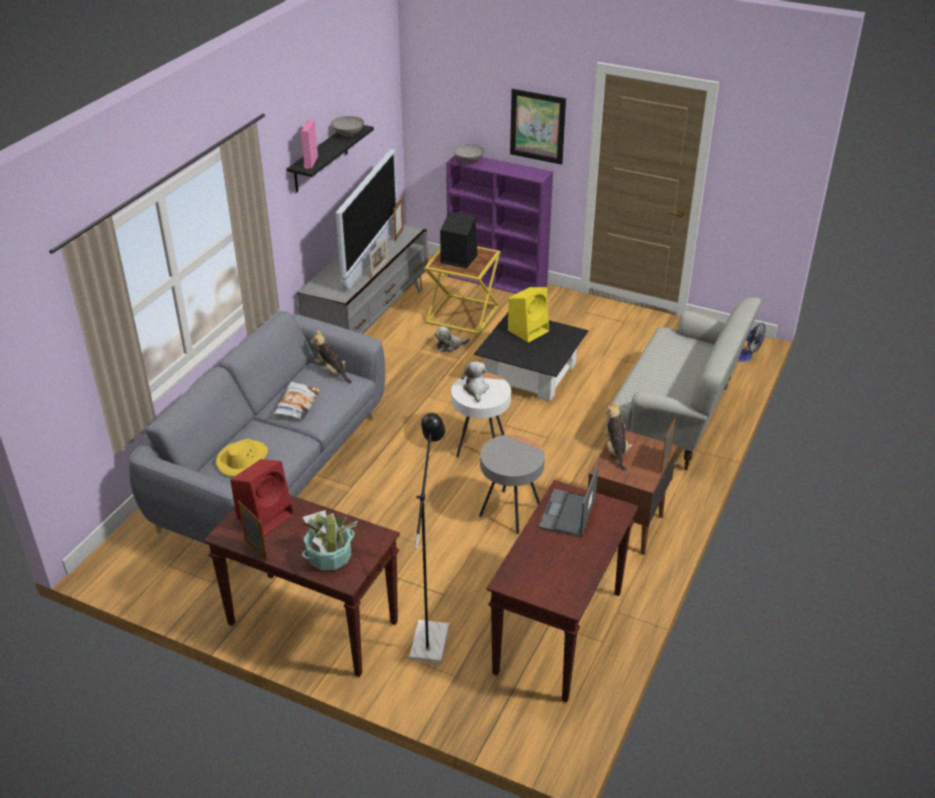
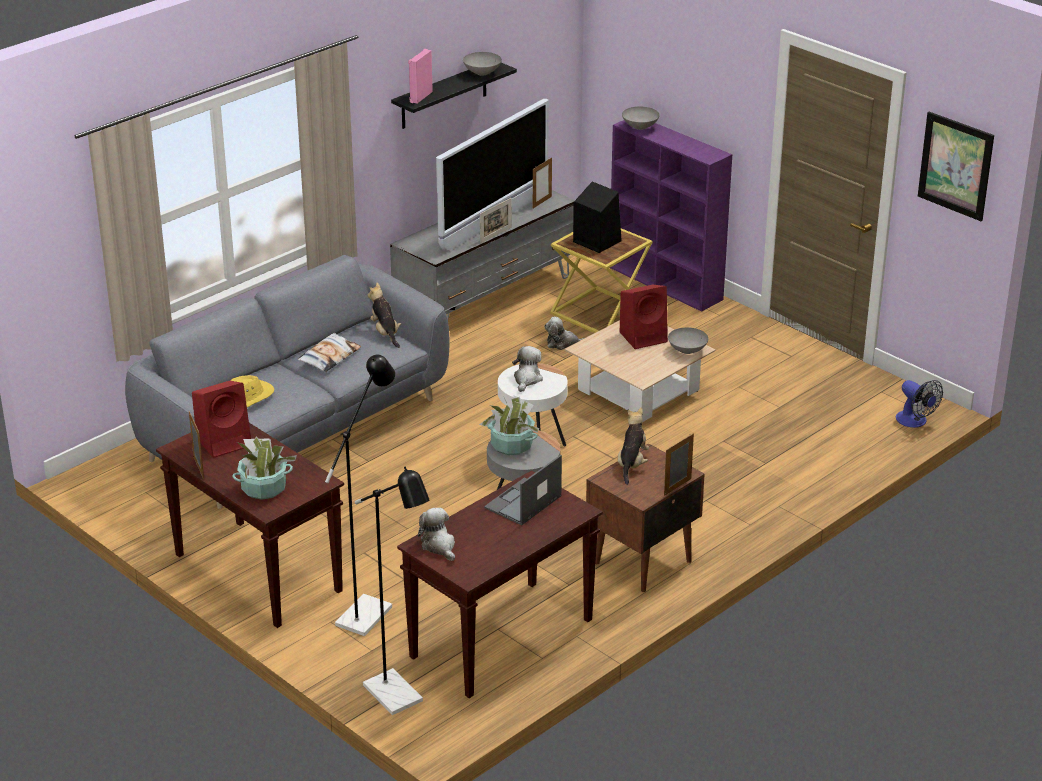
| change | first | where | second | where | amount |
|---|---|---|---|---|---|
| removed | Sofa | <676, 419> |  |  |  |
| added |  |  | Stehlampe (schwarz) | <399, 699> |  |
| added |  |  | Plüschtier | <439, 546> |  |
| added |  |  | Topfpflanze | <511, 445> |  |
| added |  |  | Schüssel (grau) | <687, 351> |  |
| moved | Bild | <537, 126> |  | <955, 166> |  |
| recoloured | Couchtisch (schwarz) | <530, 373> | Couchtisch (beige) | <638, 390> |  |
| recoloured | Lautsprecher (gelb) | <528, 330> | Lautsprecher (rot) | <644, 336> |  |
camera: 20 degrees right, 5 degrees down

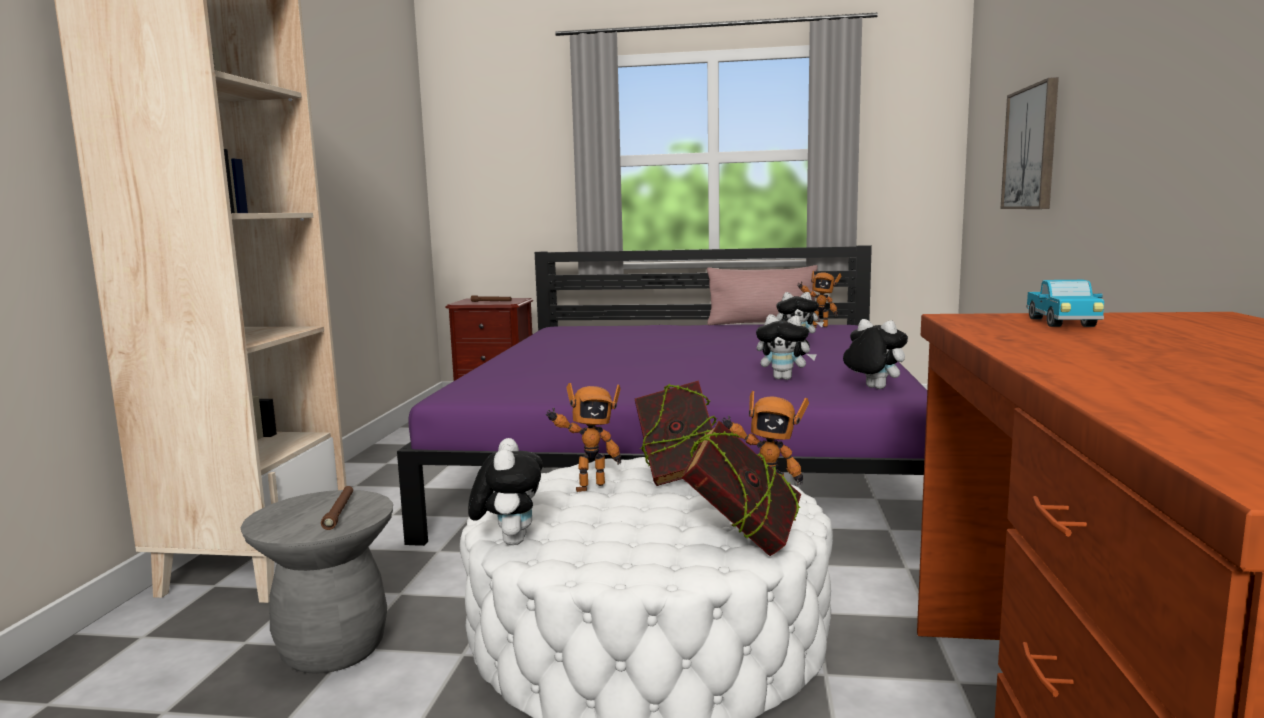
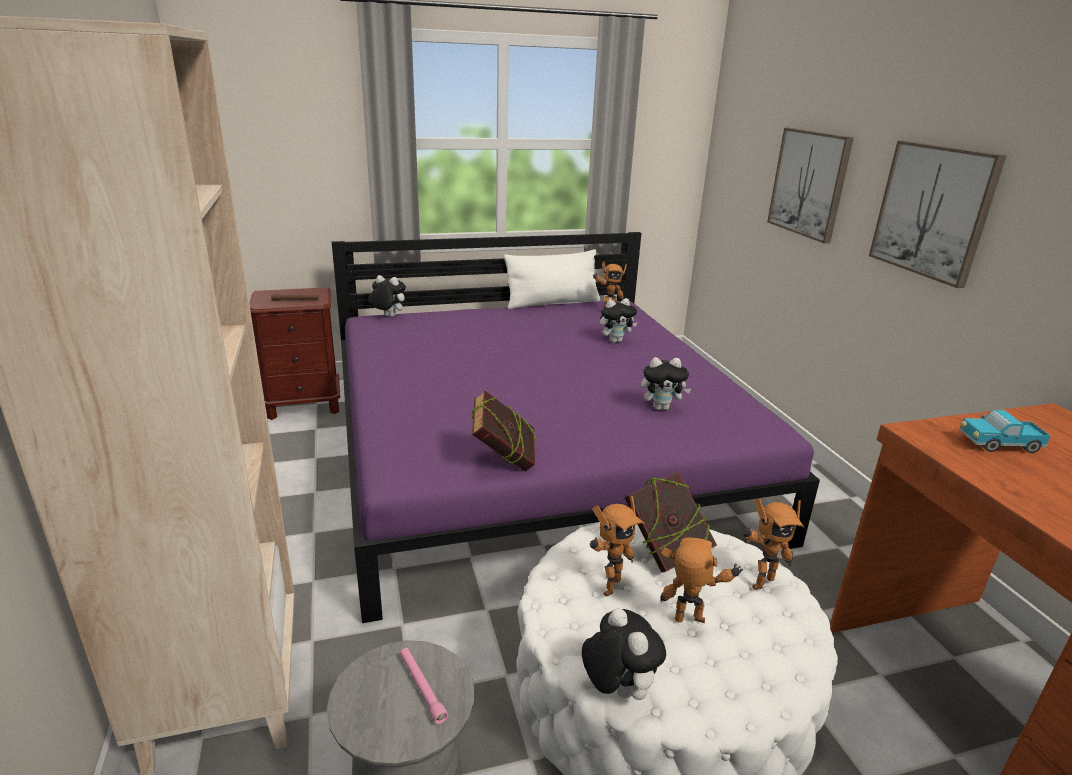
| change | first | where | second | where | amount |
|---|---|---|---|---|---|
| added |  |  | Spielzeugroboter | <691, 624> |  |
| added |  |  | Bild | <933, 211> |  |
| moved | Buch | <743, 540> |  | <503, 461> |  |
| moved | Plüschtier | <872, 388> |  | <387, 316> |  |
| recoloured | Taschenlampe (braun) | <339, 512> | Taschenlampe (rosa) | <422, 687> |  |
| recoloured | Kissen (rosa) | <762, 323> | Kissen (weiß) | <552, 303> |  |
| turned | Spielzeuglaster | <1062, 323> |  | <998, 444> | 105 degrees clockwise |
camera: 25 degrees left, 15 degrees up

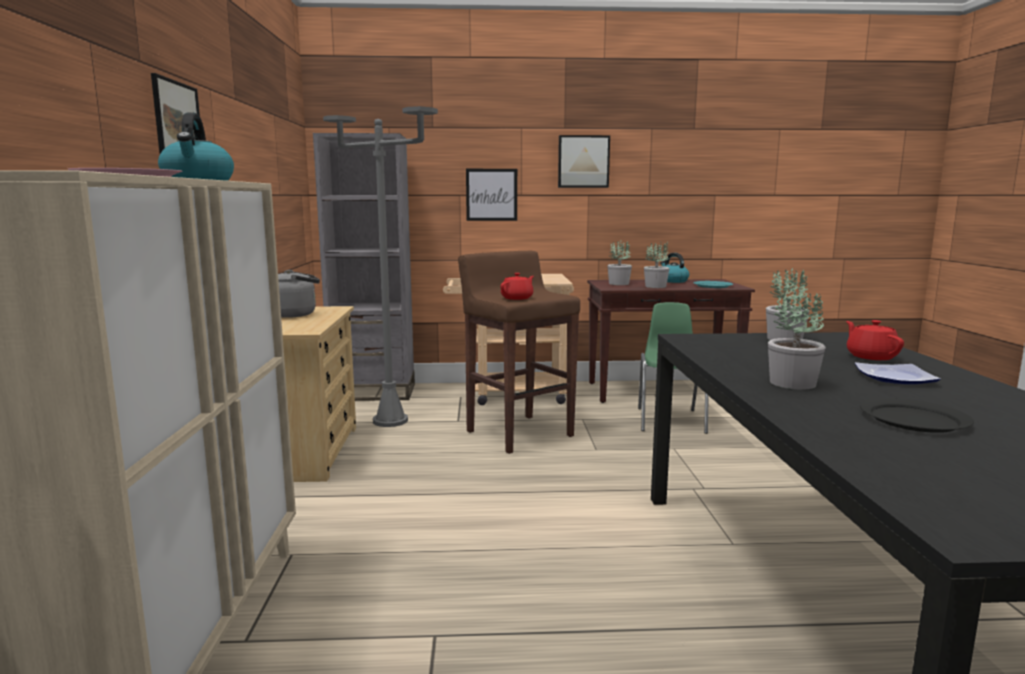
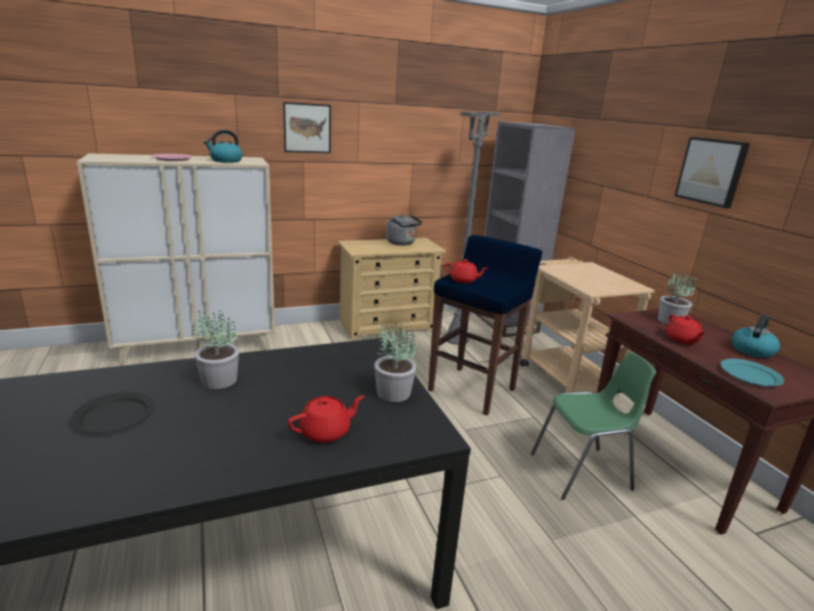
| change | first | where | second | where | amount |
|---|---|---|---|---|---|
| removed | Bild | <491, 194> |  |  |  |
| removed | Teller | <893, 377> |  |  |  |
| replaced | Topfpflanze | <656, 286> | Teekanne (rot) | <681, 340> |  |
| recoloured | Hocker (braun) | <518, 433> | Hocker (blau) | <472, 390> |  |
camera: 70 degrees right, 10 degrees up

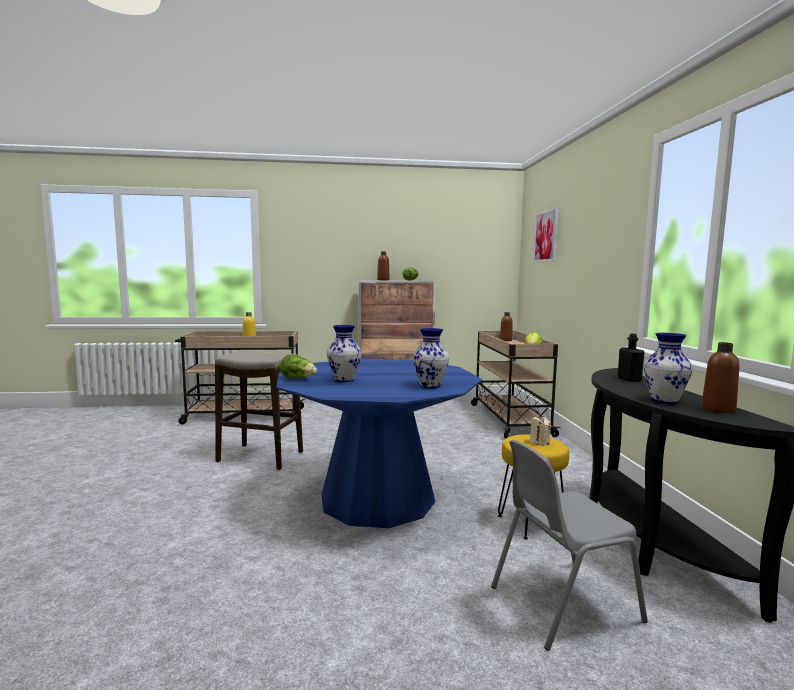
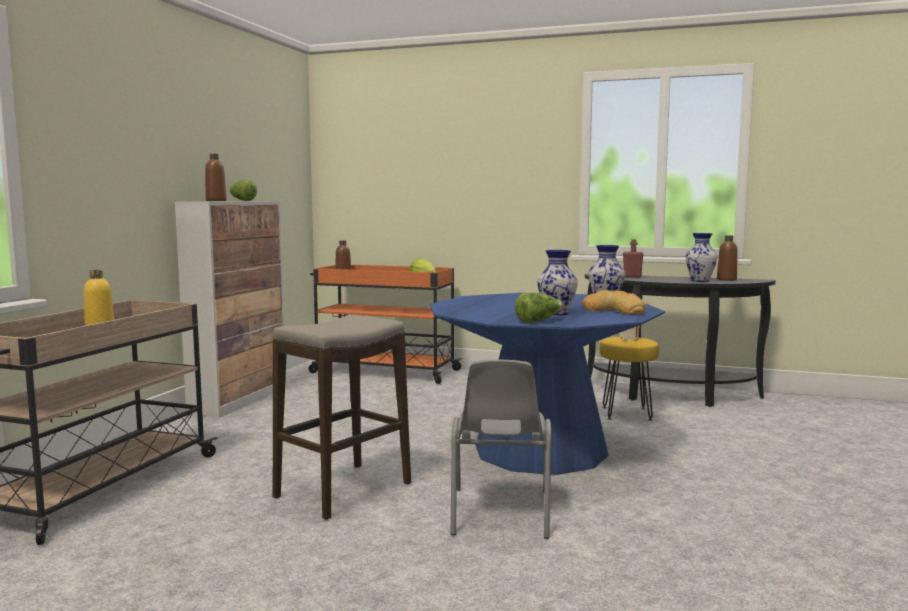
| change | first | where | second | where | amount |
|---|---|---|---|---|---|
| removed | Bild | <546, 236> |  |  |  |
| added |  |  | Brot | <614, 311> |  |
| moved | Stuhl (grau) | <561, 603> |  | <499, 513> |  |
| recoloured | Rollwagen (beige) | <509, 419> | Rollwagen (orange) | <383, 371> |  |
| recoloured | Flasche (schwarz) | <629, 379> | Flasche (rot) | <632, 277> |  |
camera: 65 degrees left, 0 degrees up

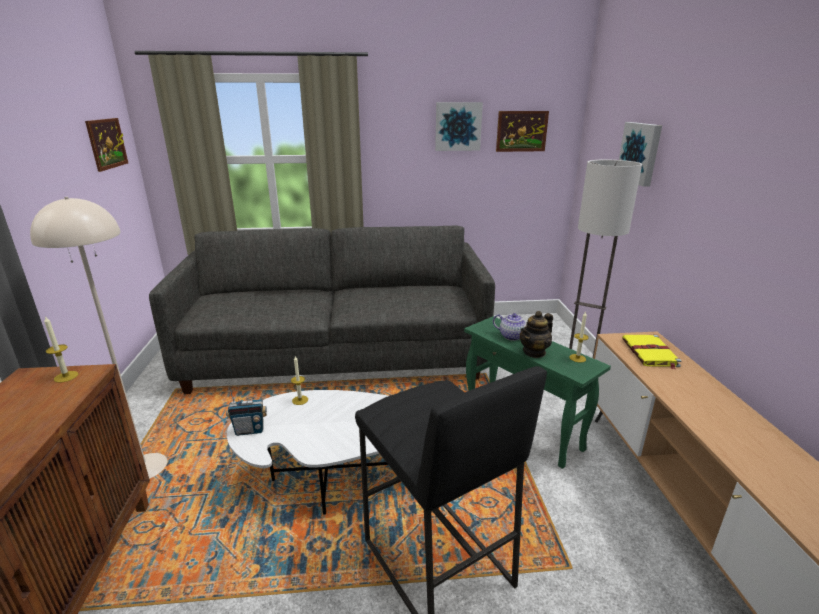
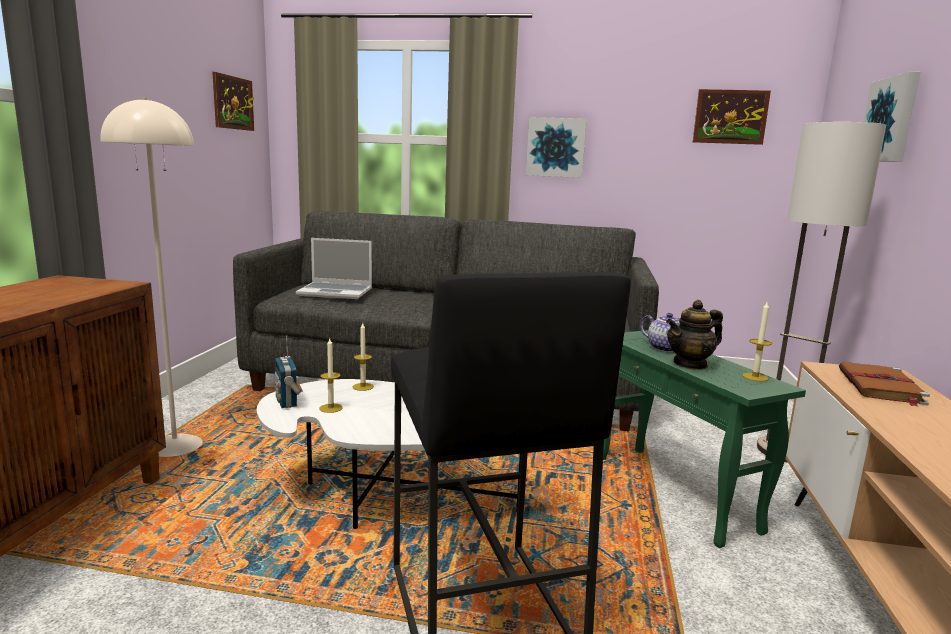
| change | first | where | second | where | amount |
|---|---|---|---|---|---|
| added |  |  | Laptop | <336, 292> |  |
| moved | Kerze | <66, 376> |  | <331, 408> |  |
| moved | Bild | <458, 126> |  | <556, 147> |  |
| recoloured | Buch (gelb) | <650, 353> | Buch (braun) | <880, 387> |  |
| turned | Radio | <250, 430> |  | <287, 402> | 60 degrees clockwise |
camera: 15 degrees right, 10 degrees down

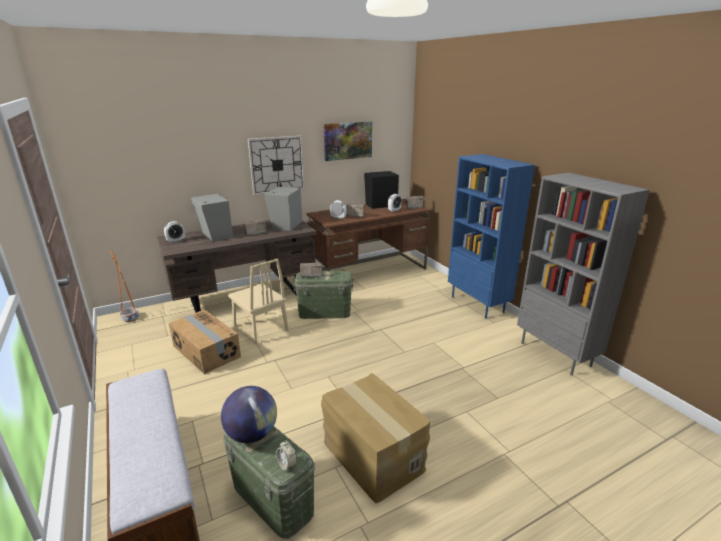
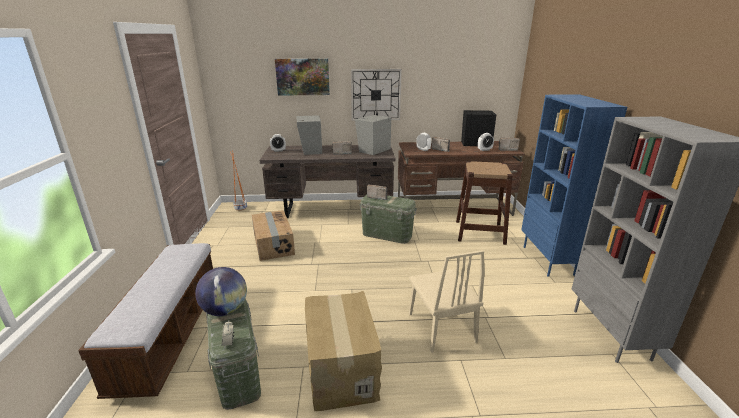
| change | first | where | second | where | amount |
|---|---|---|---|---|---|
| added |  |  | Hocker (braun) | <479, 232> |  |
| moved | Stuhl (beige) | <260, 328> |  | <441, 327> |  |
| moved | Bild | <347, 140> |  | <302, 77> |  |
camera: 25 degrees right, 0 degrees up

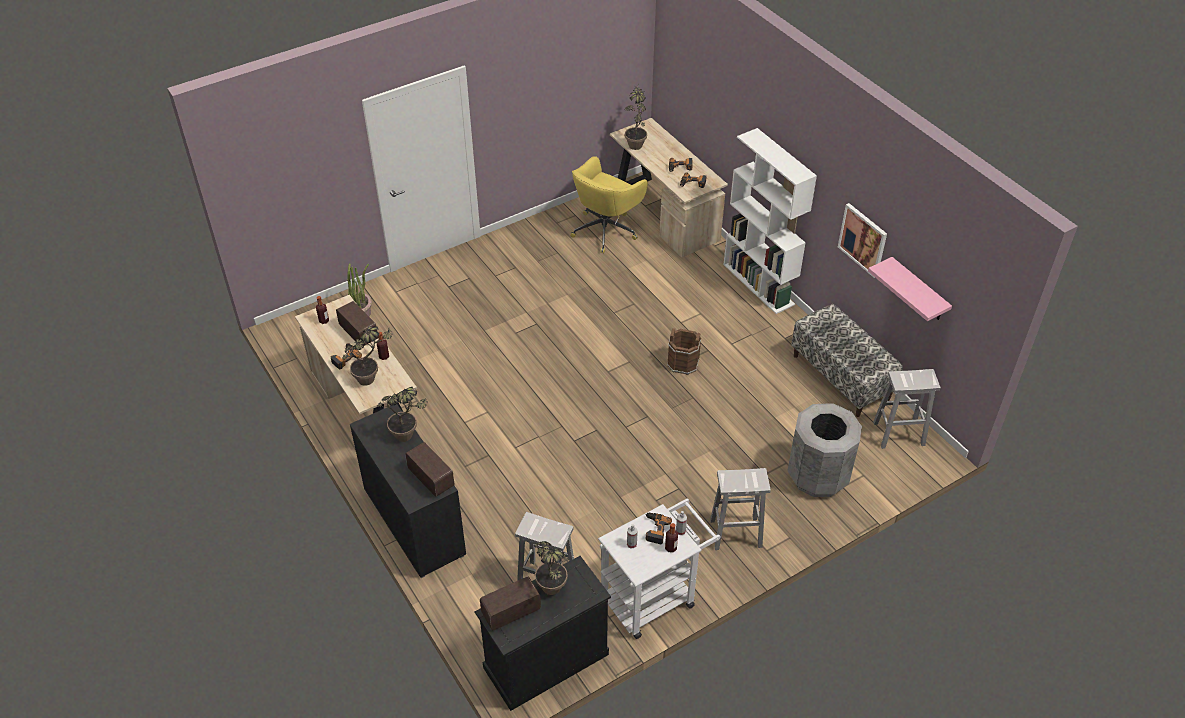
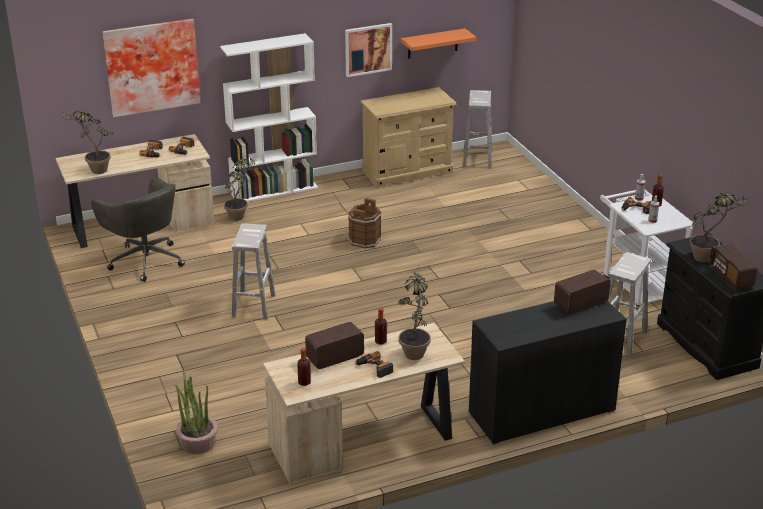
| change | first | where | second | where | amount |
|---|---|---|---|---|---|
| removed | Mülleimer (grau) | <817, 476> |  |  |  |
| added |  |  | Bild | <151, 66> |  |
| moved | Topfpflanze | <409, 438> |  | <240, 215> |  |
| moved | Hocker (weiß) | <734, 533> |  | <253, 306> |  |
| replaced | Bank | <841, 377> | Kommode (beige) | <407, 171> |  |
| recoloured | Bürostuhl (gelb) | <606, 230> | Bürostuhl (grau) | <145, 260> |  |
| recoloured | Wandregal (rosa) | <918, 290> | Wandregal (orange) | <432, 43> |  |
camera: 80 degrees left, 15 degrees down

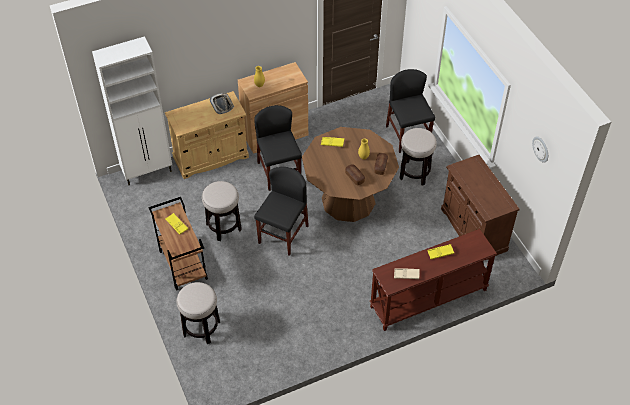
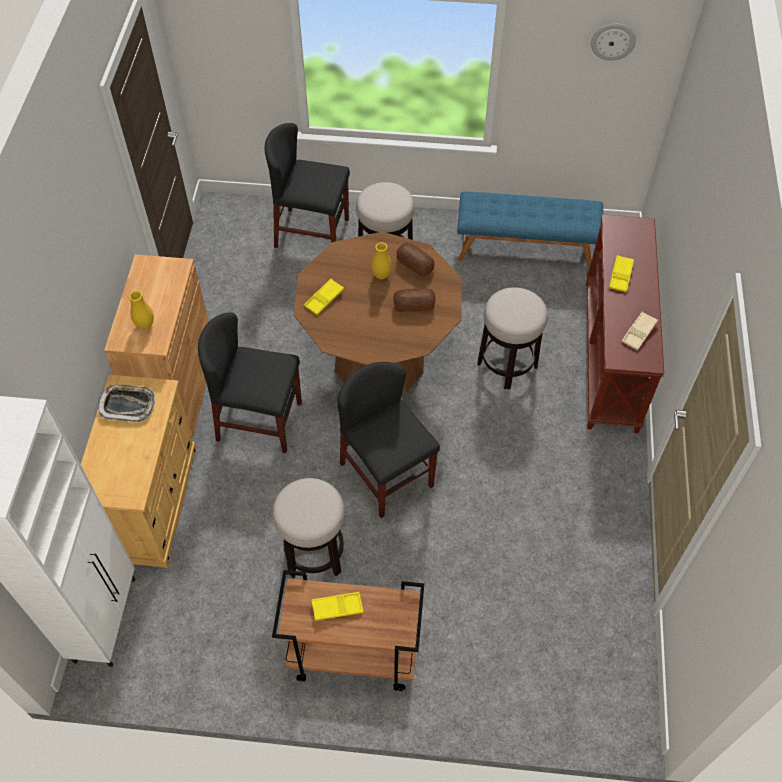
| change | first | where | second | where | amount |
|---|---|---|---|---|---|
| moved | Hocker | <201, 328> |  | <507, 364> |  |
| replaced | Schrank (braun) | <473, 229> | Bank (blau) | <525, 248> |  |
camera: 60 degrees left, 5 degrees up

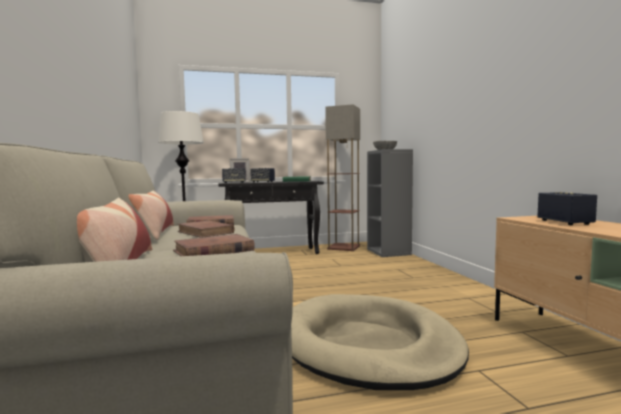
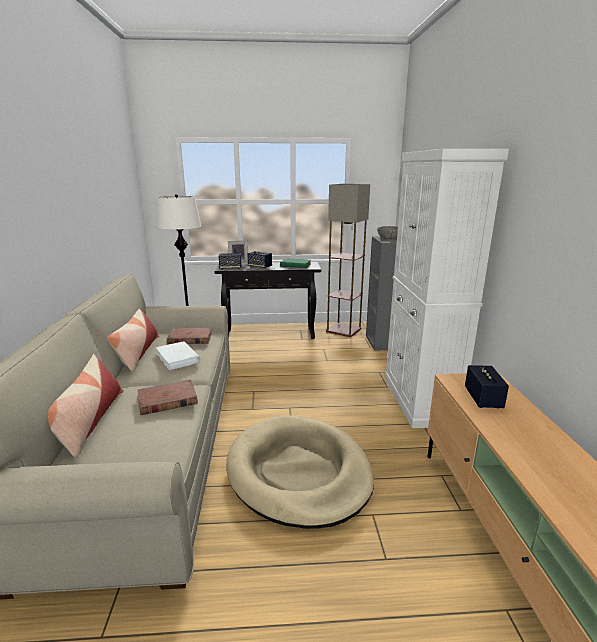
| change | first | where | second | where | amount |
|---|---|---|---|---|---|
| added |  |  | Schrank (weiß) | <419, 399> |  |
| recoloured | Buch (braun) | <205, 232> | Buch (weiß) | <177, 358> |  |
camera: 10 degrees right, 15 degrees up

